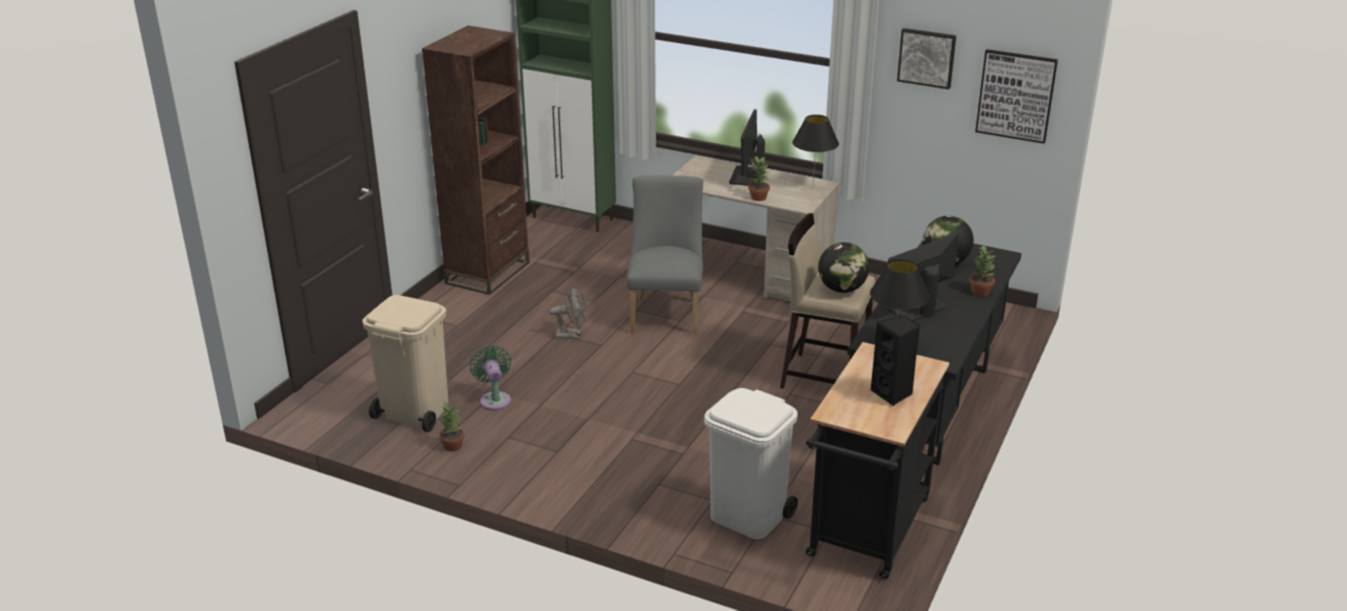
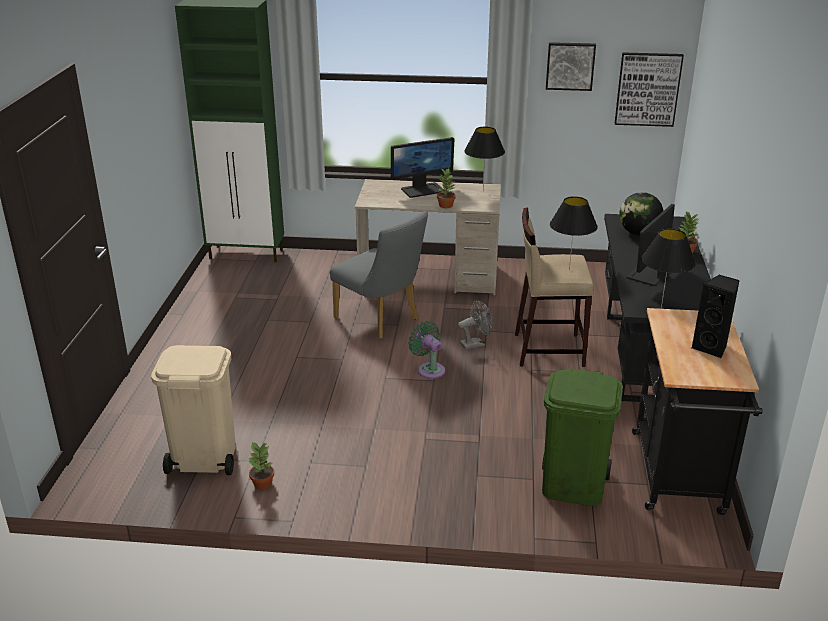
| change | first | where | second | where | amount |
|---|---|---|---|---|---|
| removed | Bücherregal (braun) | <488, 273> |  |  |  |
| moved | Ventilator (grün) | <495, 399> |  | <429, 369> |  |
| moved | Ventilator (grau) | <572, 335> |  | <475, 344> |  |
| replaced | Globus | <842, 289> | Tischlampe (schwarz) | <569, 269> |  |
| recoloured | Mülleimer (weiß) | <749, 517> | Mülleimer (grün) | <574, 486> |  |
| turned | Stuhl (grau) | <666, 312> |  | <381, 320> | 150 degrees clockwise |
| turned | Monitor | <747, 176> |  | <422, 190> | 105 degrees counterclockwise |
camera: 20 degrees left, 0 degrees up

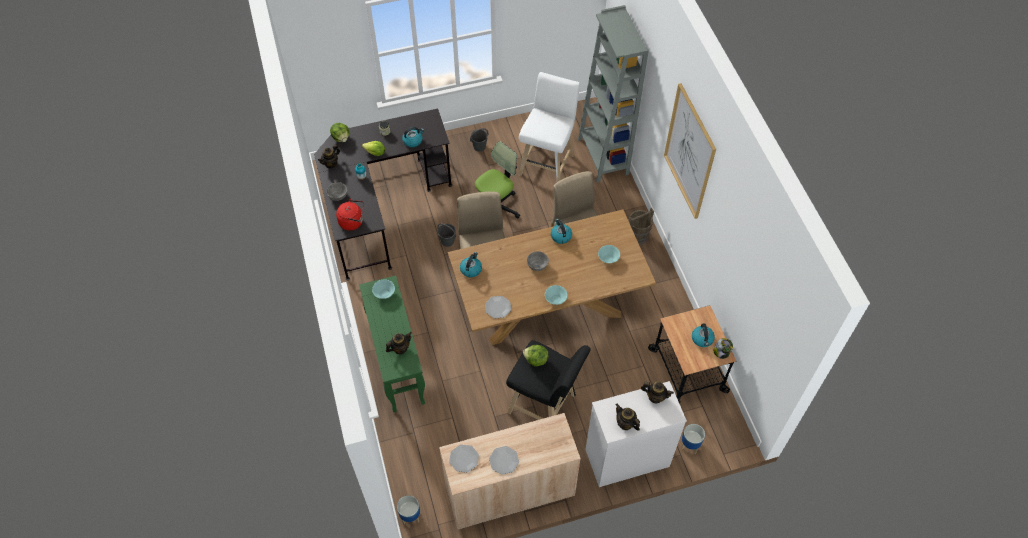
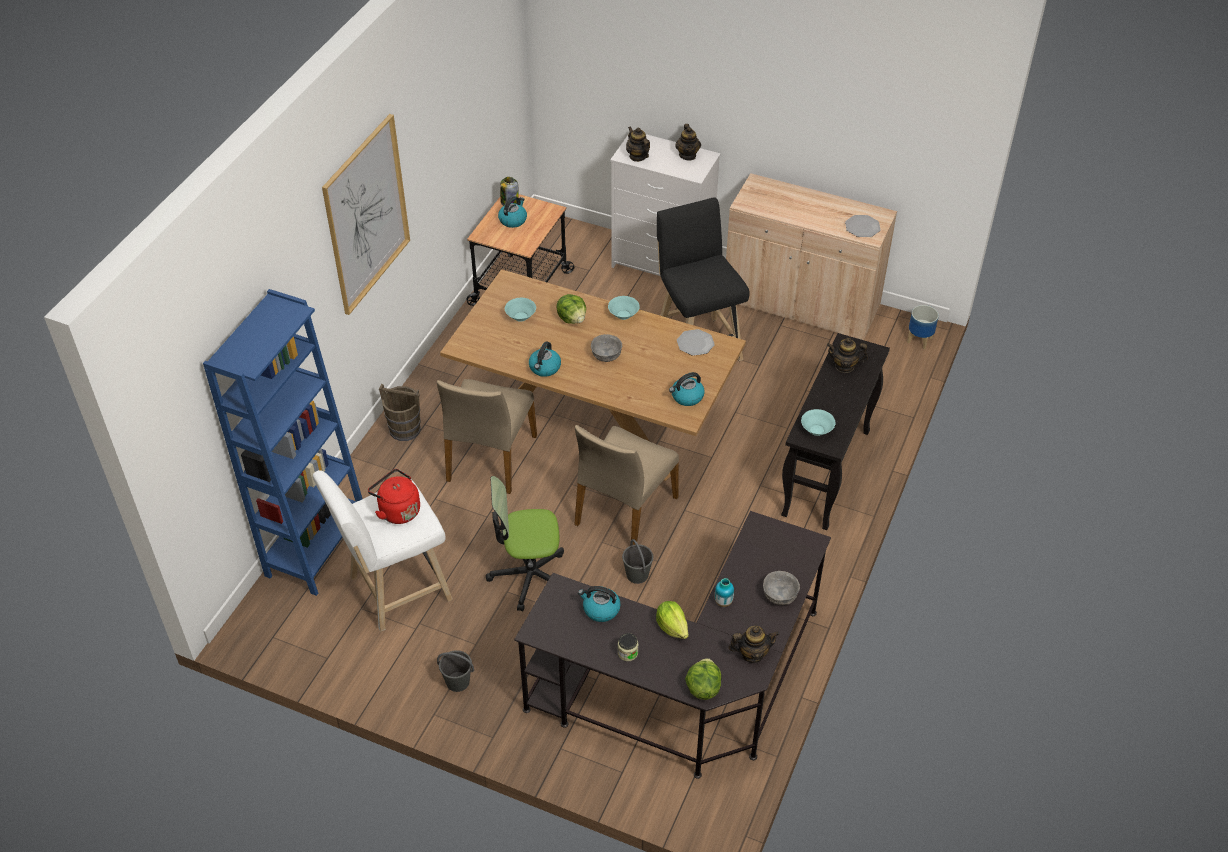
| change | first | where | second | where | amount |
|---|---|---|---|---|---|
| removed | Teller | <504, 460> |  |  |  |
| removed | Pflanzkübel | <690, 445> |  |  |  |
| moved | Wasserkessel (rot) | <353, 222> |  | <397, 510> |  |
| moved | Salatkopf | <536, 360> |  | <572, 319> |  |
| recoloured | Konsolentisch (grün) | <397, 364> | Konsolentisch (schwarz) | <826, 474> |  |
| recoloured | Bücherregal (grau) | <603, 156> | Bücherregal (blau) | <317, 548> |  |
camera: 140 degrees left, 10 degrees down

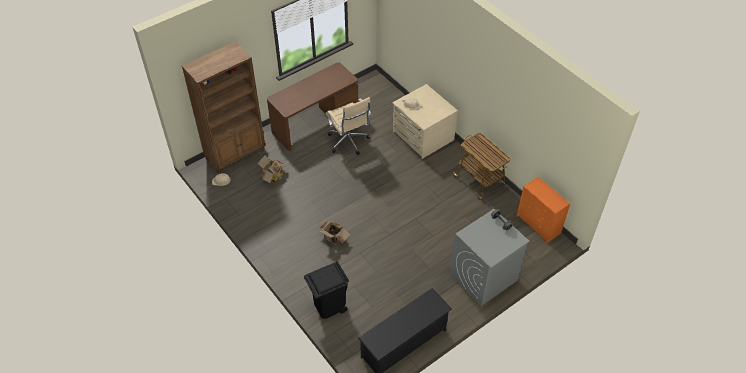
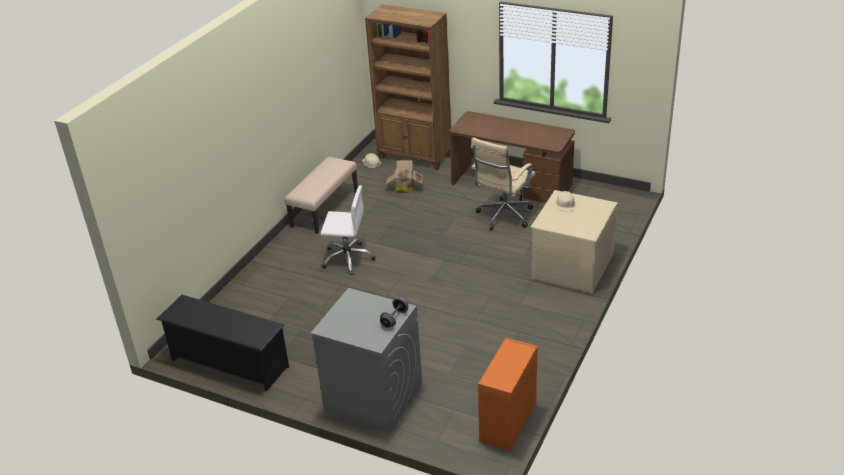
| change | first | where | second | where | amount |
|---|---|---|---|---|---|
| removed | Mülleimer (schwarz) | <329, 305> |  |  |  |
| removed | Rollwagen | <480, 182> |  |  |  |
| added |  |  | Bank (beige) | <324, 208> |  |
| replaced | Karton | <333, 238> | Bürostuhl (weiß) | <348, 259> |  |
camera: 65 degrees right, 15 degrees down

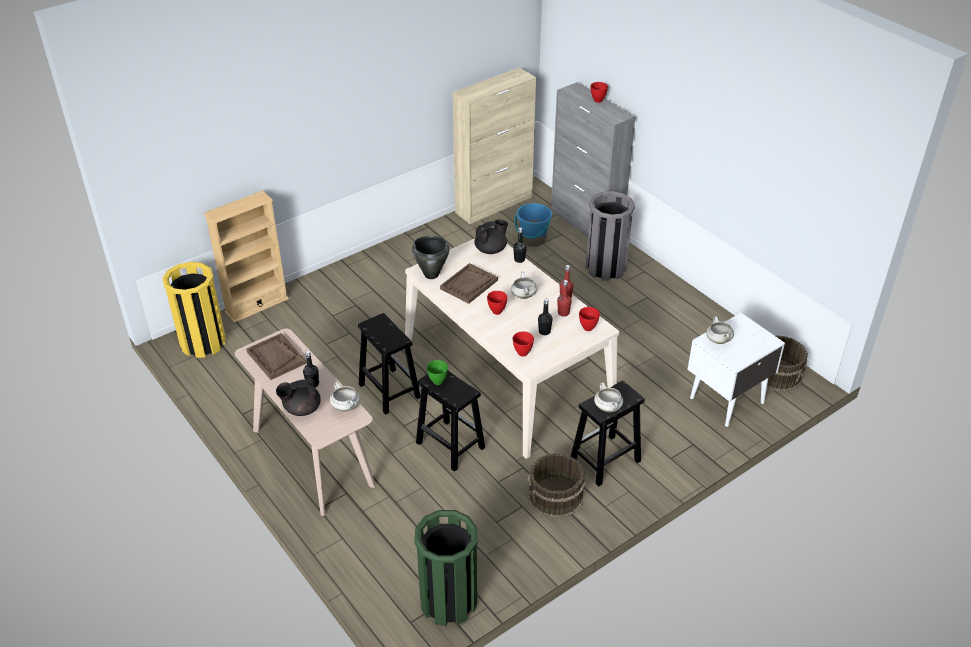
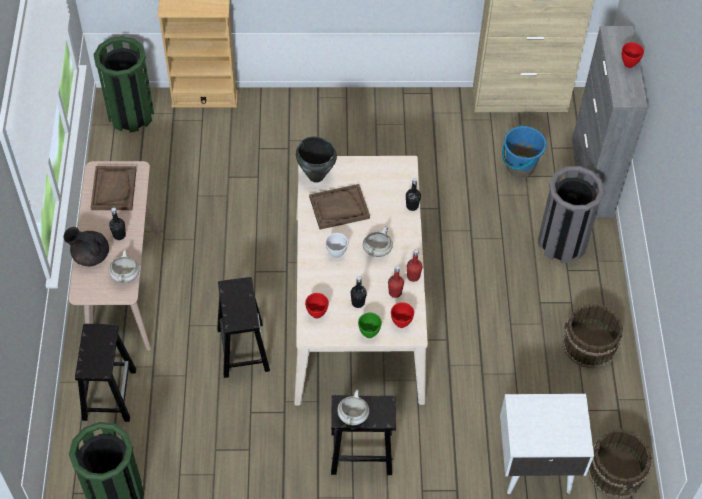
| change | first | where | second | where | amount |
|---|---|---|---|---|---|
| removed | Teekanne (schwarz) | <491, 249> |  |  |  |
| removed | Kochtopf (weiß) | <718, 340> |  |  |  |
| moved | Hocker (schwarz) | <388, 390> |  | <109, 393> |  |
| moved | Schüssel (grün) | <437, 382> |  | <368, 334> |  |
| moved | Eimer (braun) | <555, 497> |  | <589, 344> |  |
| recoloured | Mülleimer (gelb) | <203, 342> | Mülleimer (grün) | <131, 114> |  |
| recoloured | Schüssel (rot) | <496, 311> | Schüssel (weiß) | <336, 253> |  |
camera: 35 degrees right, 15 degrees up

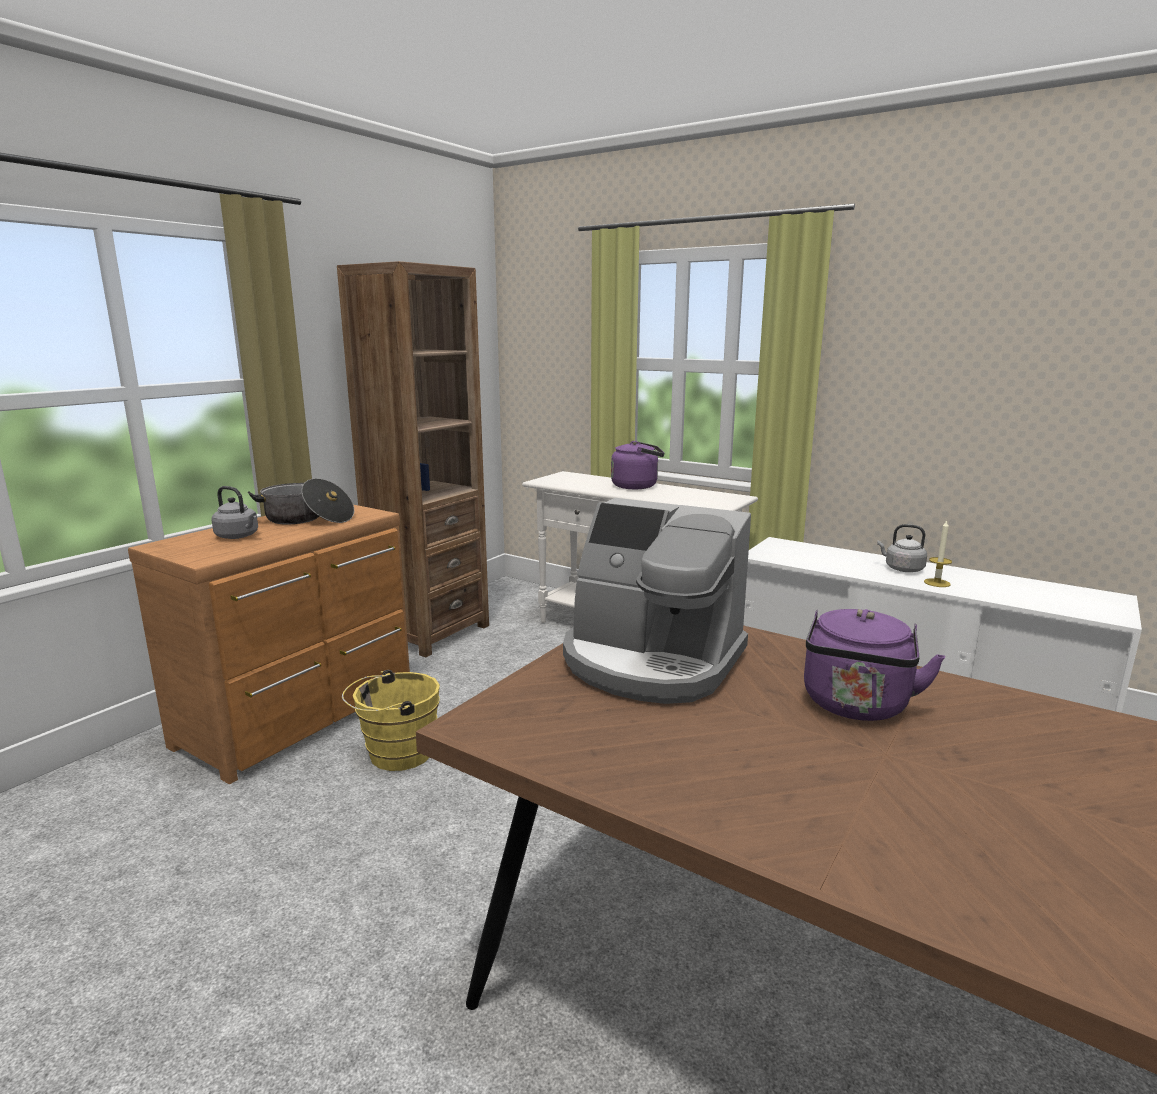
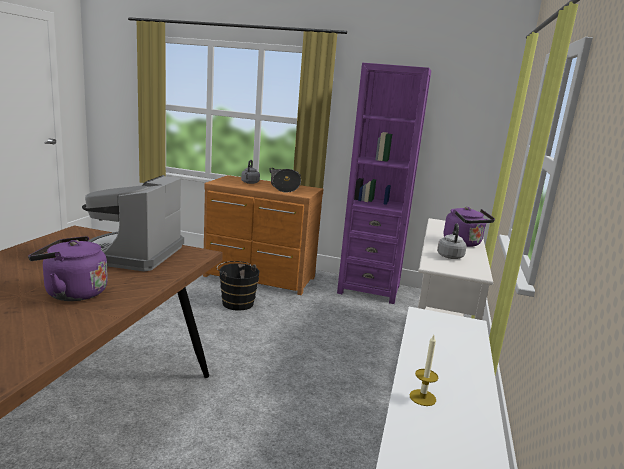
| change | first | where | second | where | amount |
|---|---|---|---|---|---|
| moved | Wasserkessel (grau) | <902, 569> |  | <450, 256> |  |
| recoloured | Bücherregal (braun) | <430, 632> | Bücherregal (lila) | <369, 289> |  |
| recoloured | Eimer (gelb) | <395, 754> | Eimer (schwarz) | <236, 302> |  |
camera: 70 degrees right, 0 degrees up

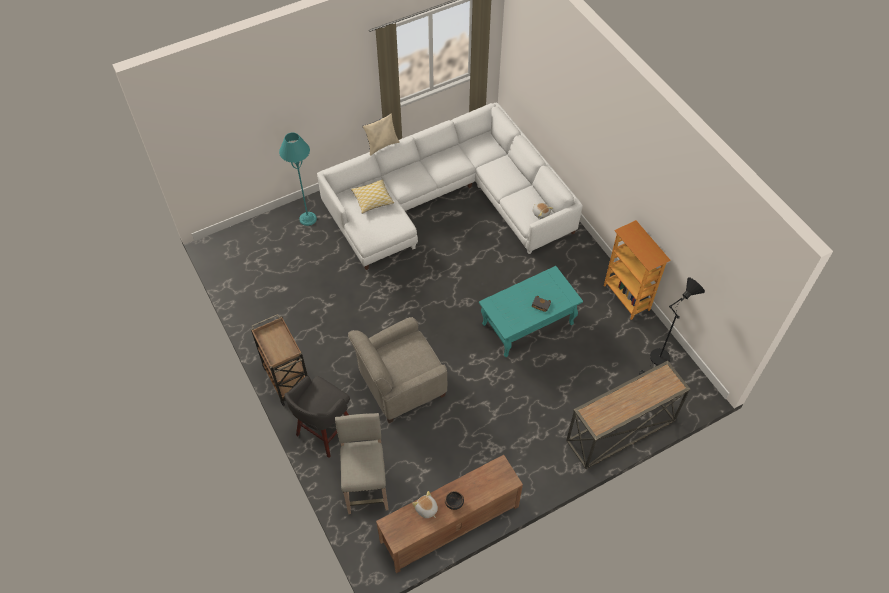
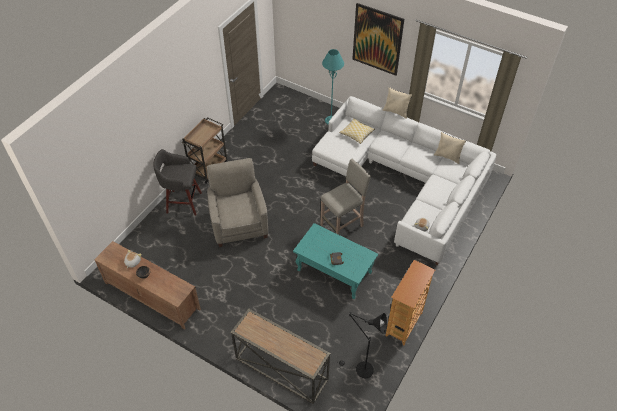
| change | first | where | second | where | amount |
|---|---|---|---|---|---|
| added |  |  | Bild | <377, 39> |  |
| added |  |  | Kissen (beige) | <448, 156> |  |
| moved | Hocker (beige) | <367, 487> |  | <343, 225> |  |
| turned | Sessel (beige) | <400, 384> |  | <239, 223> | 45 degrees clockwise |
camera: 60 degrees right, 5 degrees down

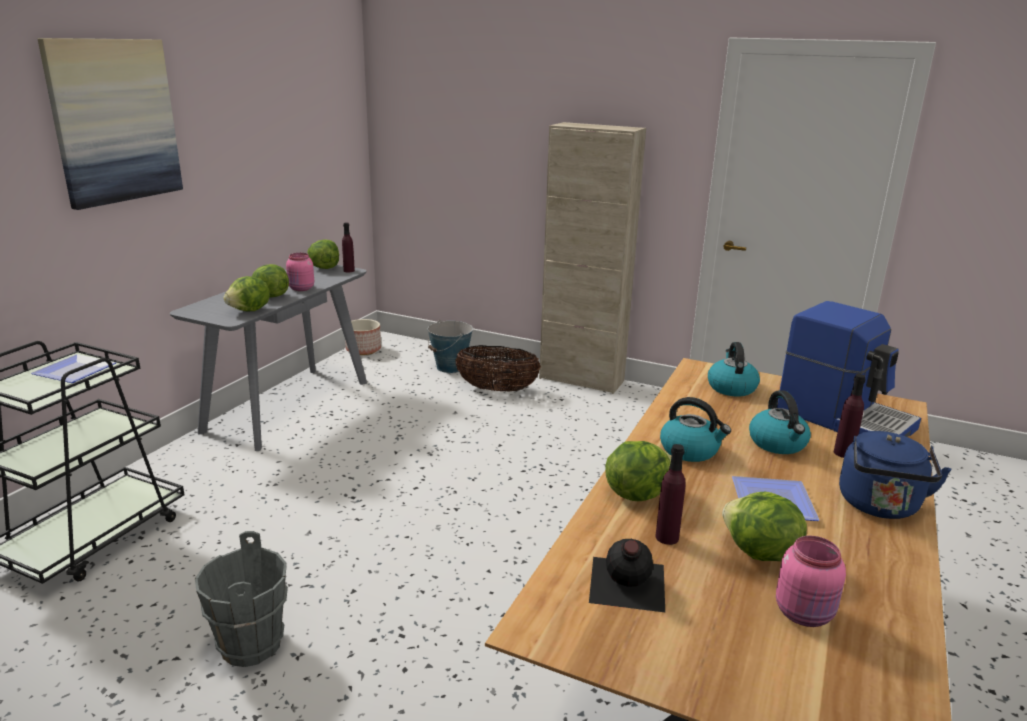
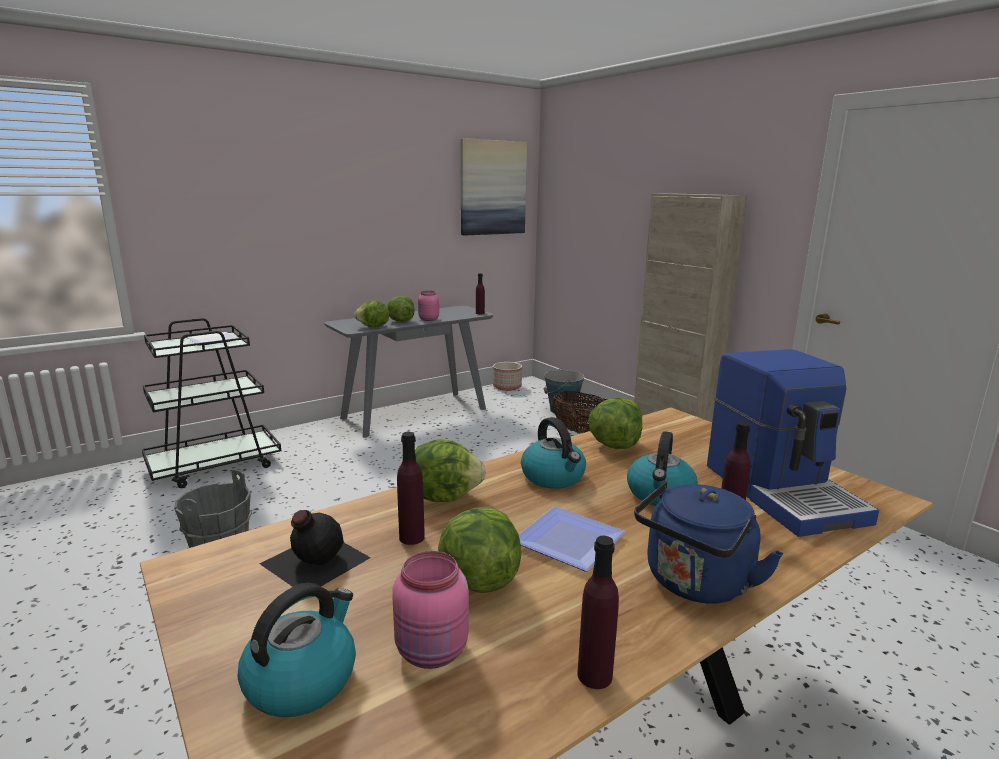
| change | first | where | second | where | amount |
|---|---|---|---|---|---|
| added |  |  | Flasche (lila) | <594, 675> |  |
| moved | Bild | <114, 121> |  | <492, 188> |  |
| moved | Salatkopf | <324, 268> |  | <614, 445> |  |
| moved | Wasserkessel | <731, 387> |  | <302, 679> |  |
camera: 30 degrees right, 5 degrees down

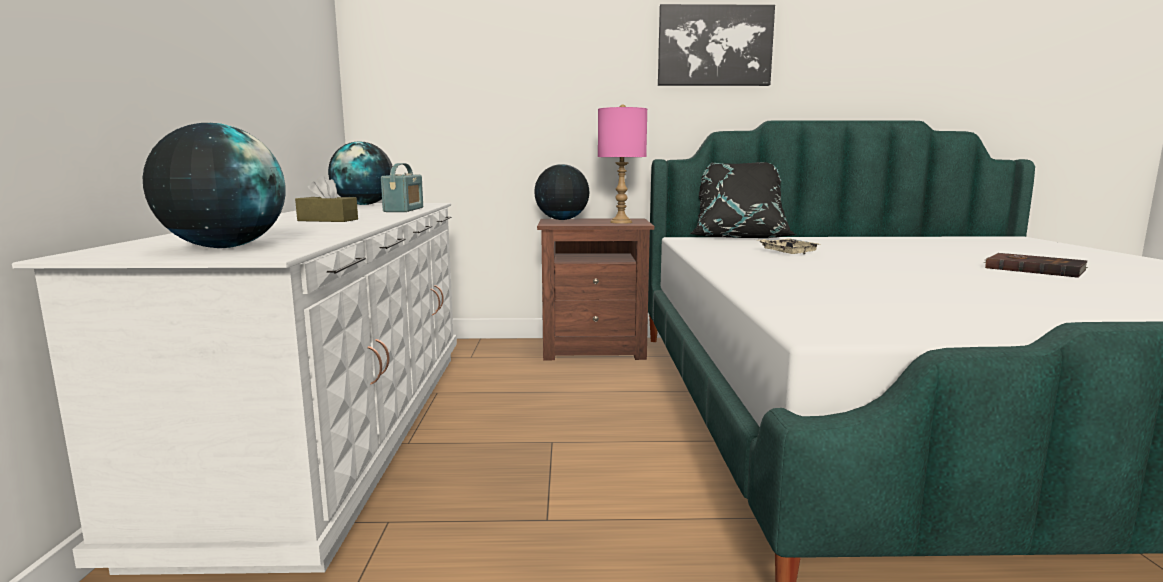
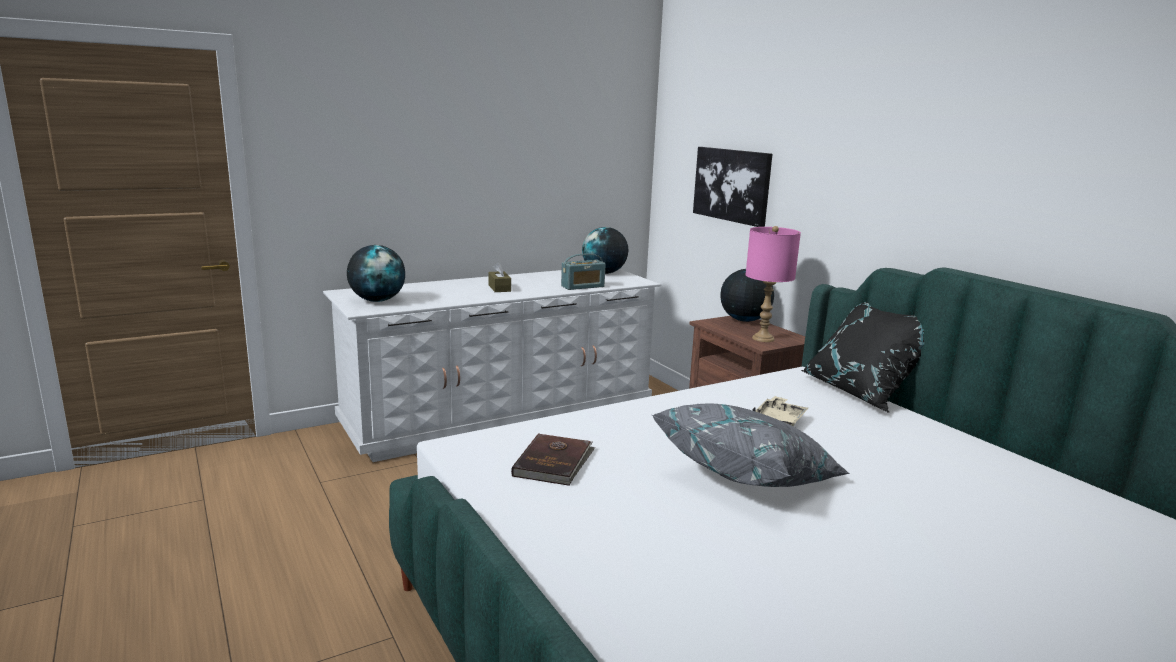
| change | first | where | second | where | amount |
|---|---|---|---|---|---|
| added |  |  | Kissen (grau) | <748, 476> |  |
| moved | Bild | <714, 46> |  | <732, 185> |  |
| moved | Buch (braun) | <1034, 269> |  | <554, 462> |  |
camera: 60 degrees right, 5 degrees up

